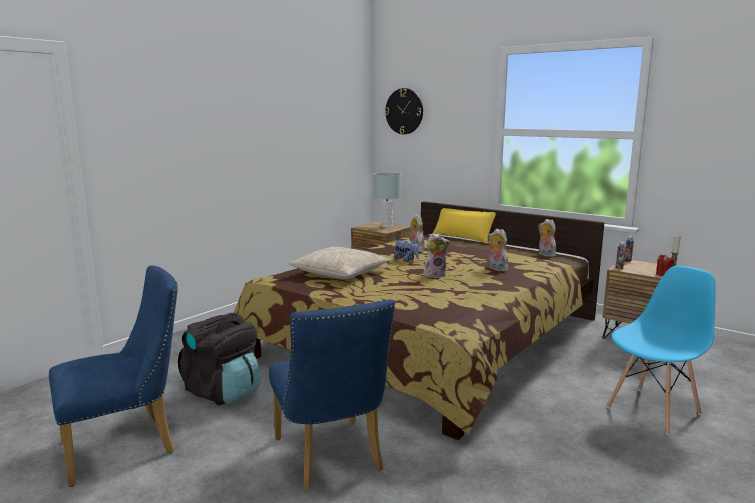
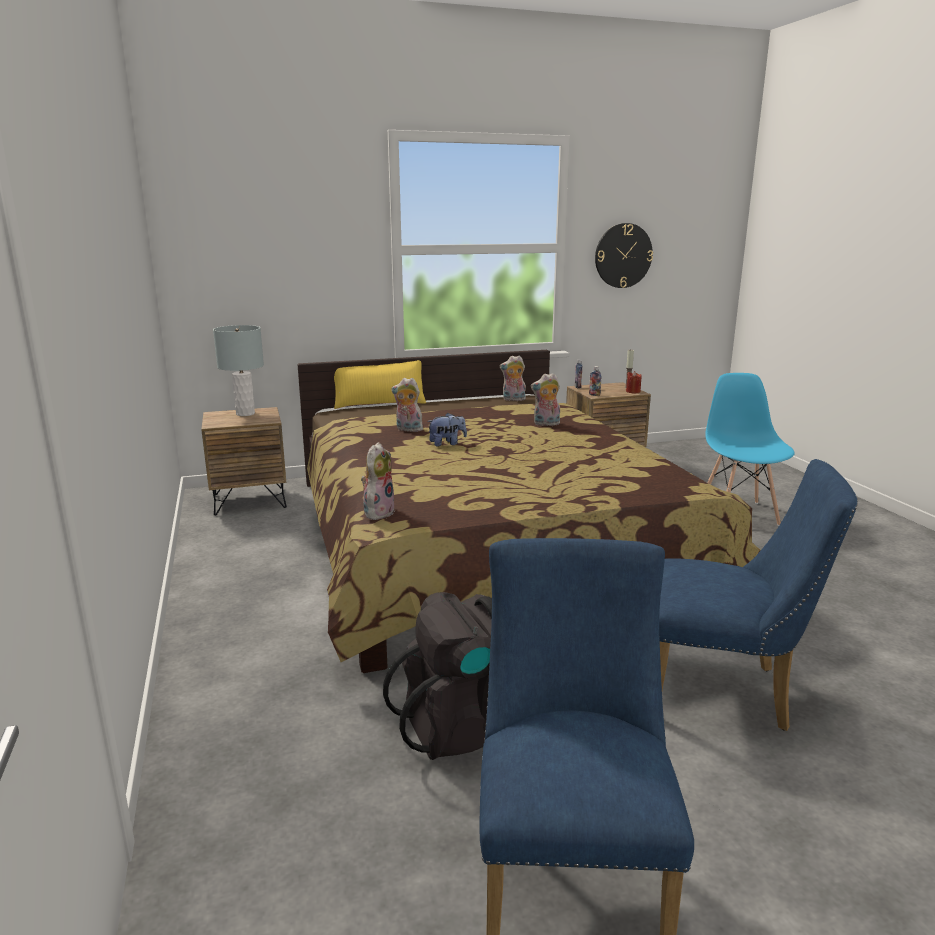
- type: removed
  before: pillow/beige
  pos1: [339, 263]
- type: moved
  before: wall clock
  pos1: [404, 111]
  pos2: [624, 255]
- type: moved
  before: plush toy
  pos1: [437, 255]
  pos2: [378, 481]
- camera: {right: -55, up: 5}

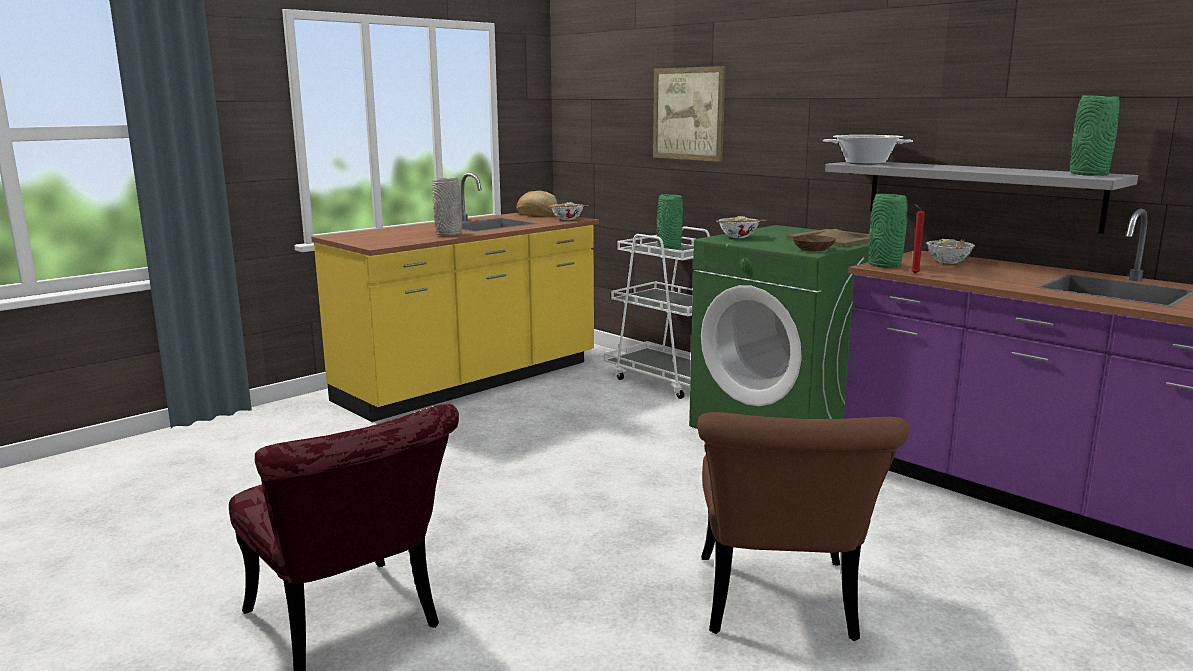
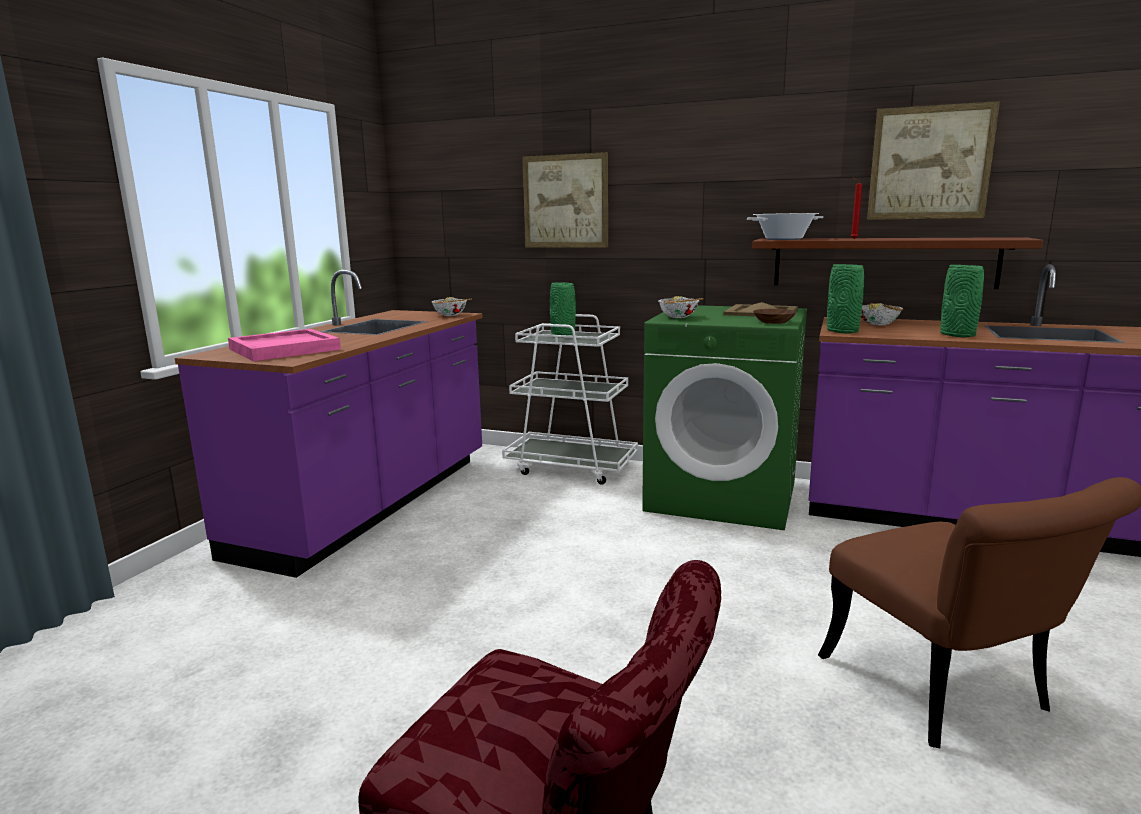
- type: recoloured
  before: counter/yellow
  after: counter/purple
  pos1: [455, 297]
  pos2: [329, 424]
- type: removed
  before: vase/grey
  pos1: [447, 206]
- type: removed
  before: bread
  pos1: [537, 203]
- type: recoloured
  before: shelf/grey
  after: shelf/brown
  pos1: [981, 198]
  pos2: [897, 263]
- type: moved
  before: candle/red
  pos1: [918, 239]
  pos2: [856, 208]
- type: moved
  before: vase/green
  pos1: [1095, 135]
  pos2: [962, 301]
- type: added
  after: tray/pink
  pos2: [284, 345]
- type: added
  after: picture
  pos2: [933, 160]
- camera: {right: -25, up: 0}

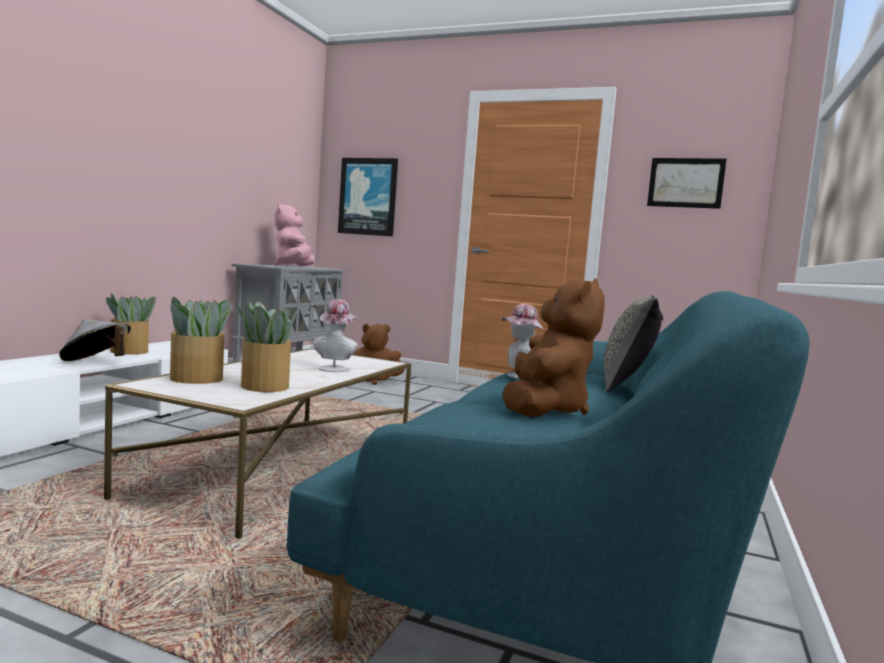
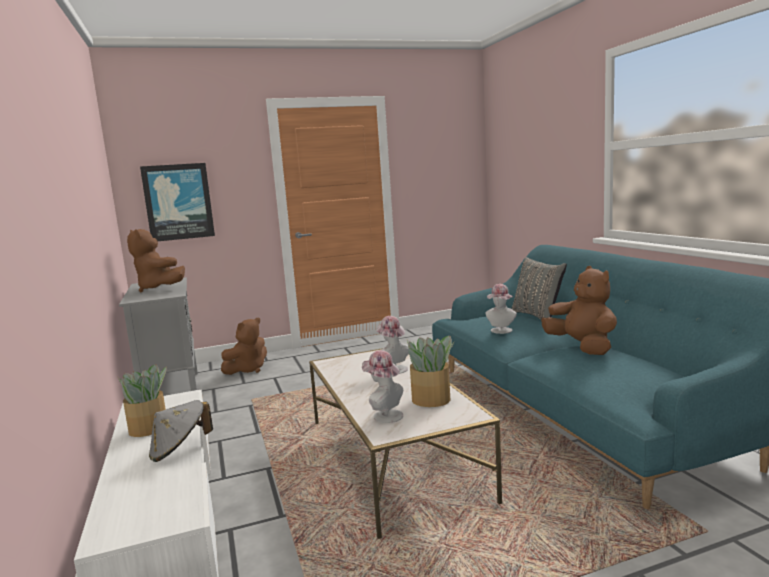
- type: replaced
  before: potted plant
  after: hat
  pos1: [202, 340]
  pos2: [382, 386]
- type: recoloured
  before: plush toy/pink
  after: plush toy/brown
  pos1: [295, 234]
  pos2: [156, 260]
- type: removed
  before: picture
  pos1: [687, 183]
- camera: {right: -40, up: 5}

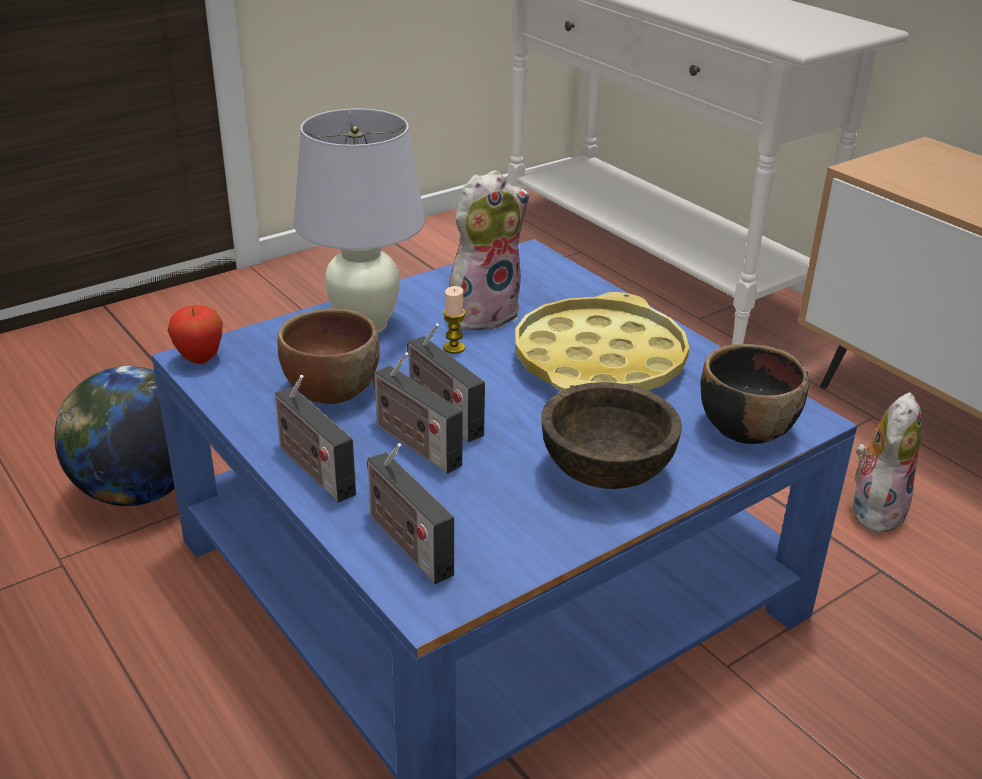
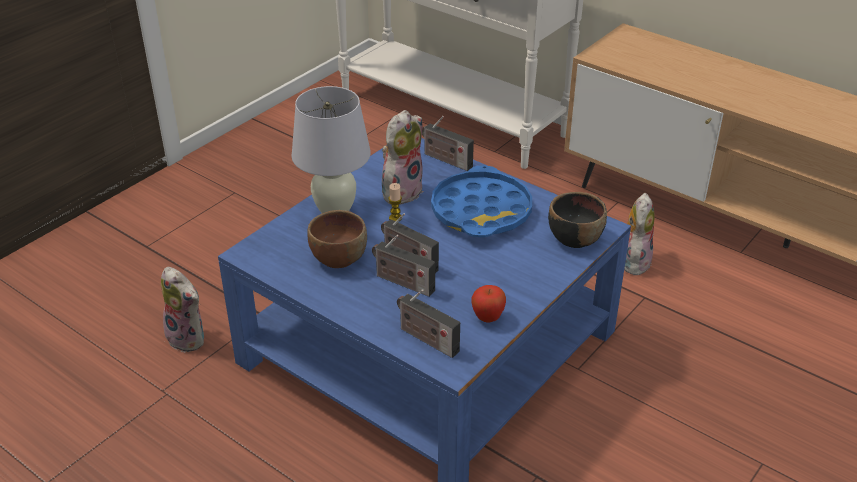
- type: replaced
  before: globe
  after: plush toy
  pos1: [114, 436]
  pos2: [182, 310]
- type: moved
  before: apple
  pos1: [195, 334]
  pos2: [488, 304]
- type: moved
  before: radio
  pos1: [315, 439]
  pos2: [448, 143]
- type: recoloured
  before: tray/yellow
  after: tray/blue
  pos1: [602, 341]
  pos2: [481, 201]
- type: removed
  before: bowl/brown
  pos1: [611, 435]
- camera: {right: -15, up: 5}

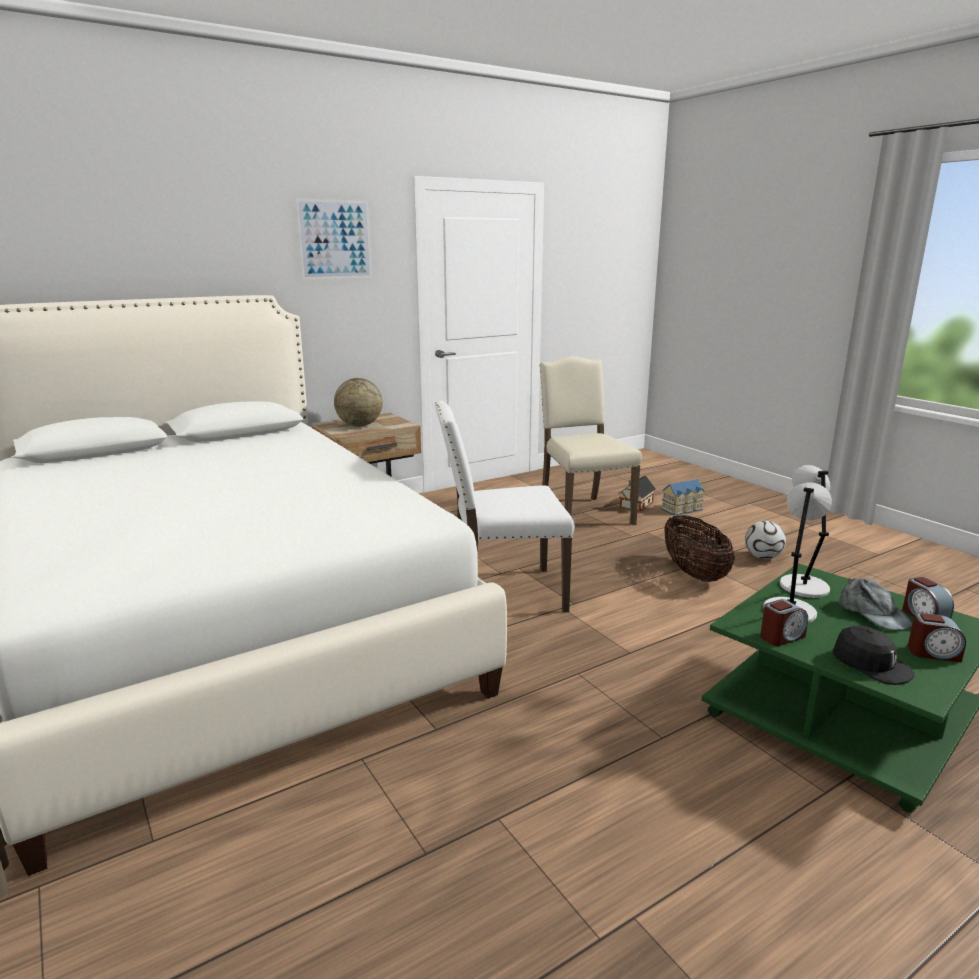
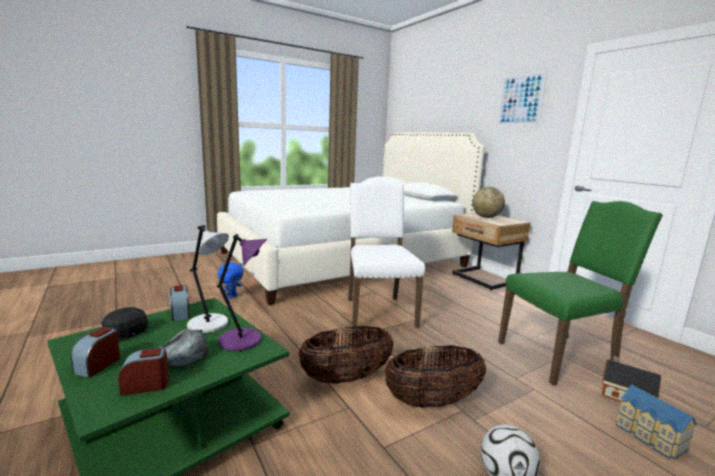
- type: recoloured
  before: chair/beige
  after: chair/green
  pos1: [591, 440]
  pos2: [580, 293]
- type: recoloured
  before: table lamp/grey
  after: table lamp/purple
  pos1: [805, 531]
  pos2: [242, 292]
- type: added
  after: plush toy/blue
  pos2: [231, 280]
- type: added
  after: basket
  pos2: [345, 355]
- camera: {right: 90, up: -5}

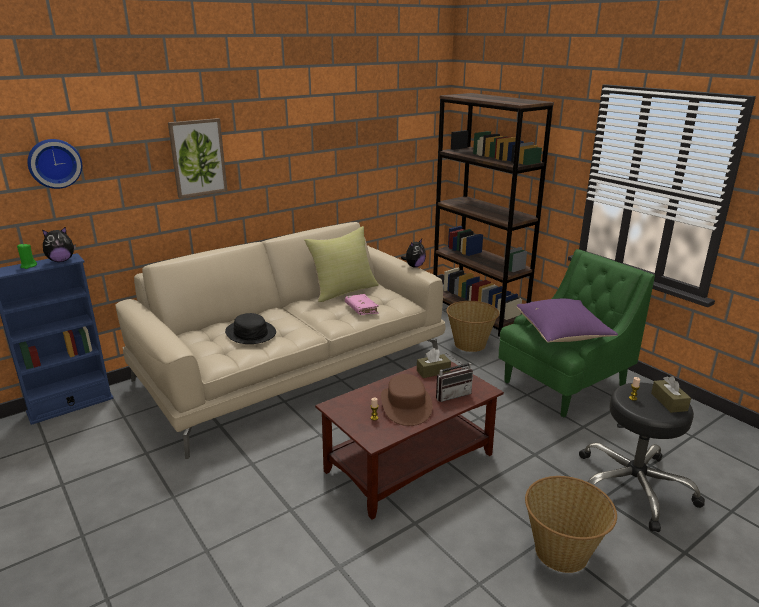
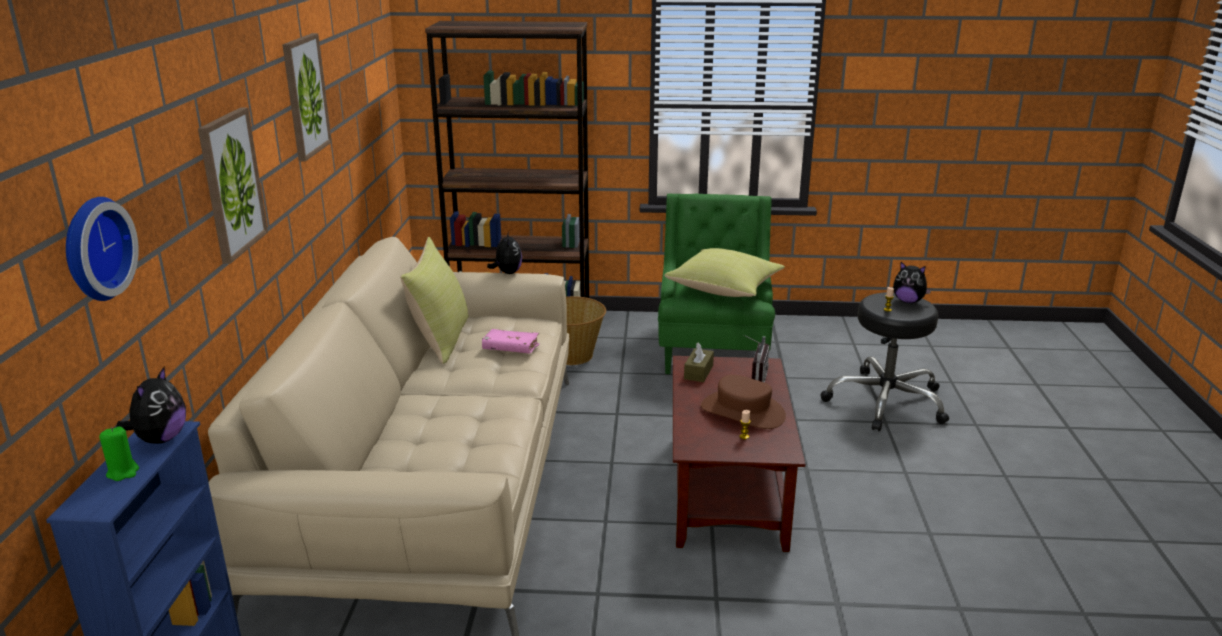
- type: removed
  before: hat/black
  pos1: [250, 328]
- type: recoloured
  before: pillow/purple
  after: pillow/yellow
  pos1: [567, 320]
  pos2: [724, 272]
- type: removed
  before: basket
  pos1: [571, 524]
- type: replaced
  before: tissue box/brown
  after: plush toy
  pos1: [671, 394]
  pos2: [912, 282]
- type: added
  after: picture
  pos2: [307, 97]
- camera: {right: -50, up: 0}

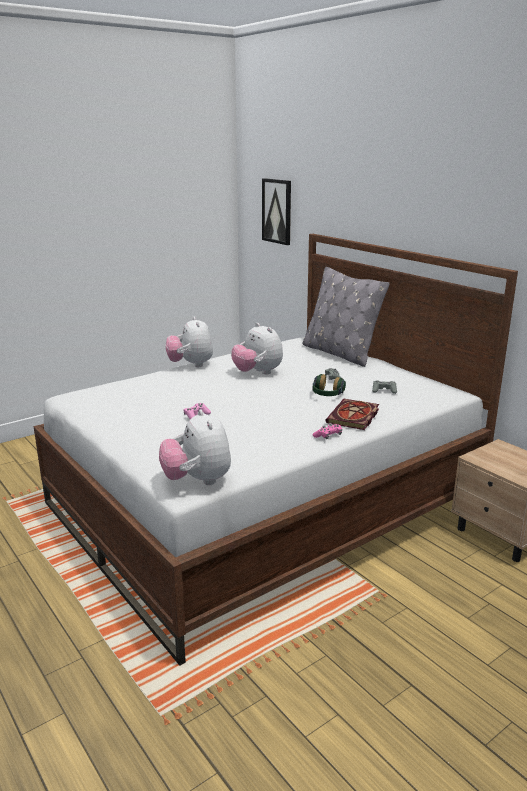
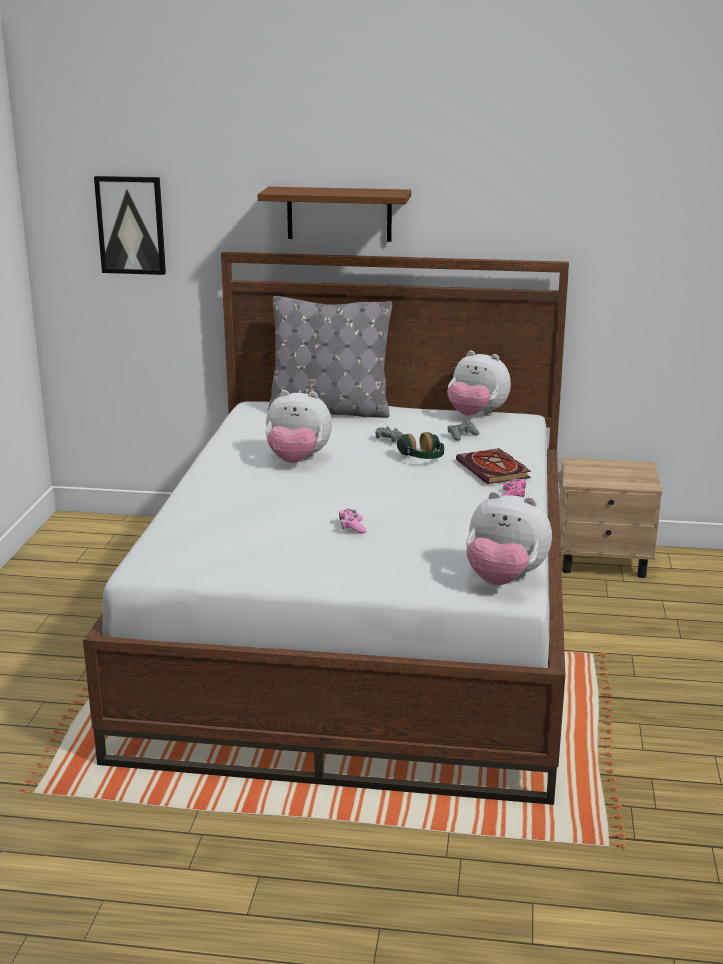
- type: moved
  before: plush toy
  pos1: [189, 341]
  pos2: [479, 383]
- type: added
  after: shelf/brown
  pos2: [334, 214]
- camera: {right: -45, up: 0}

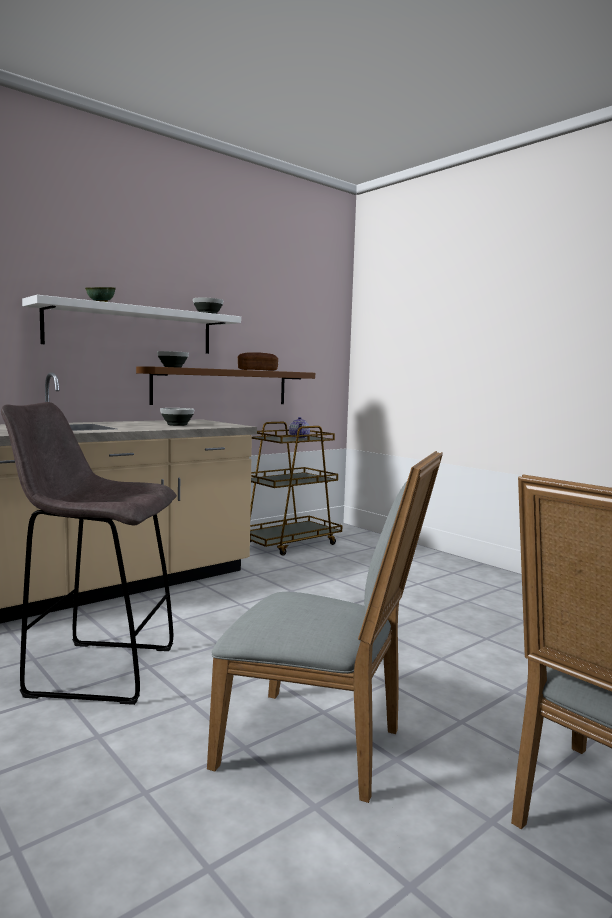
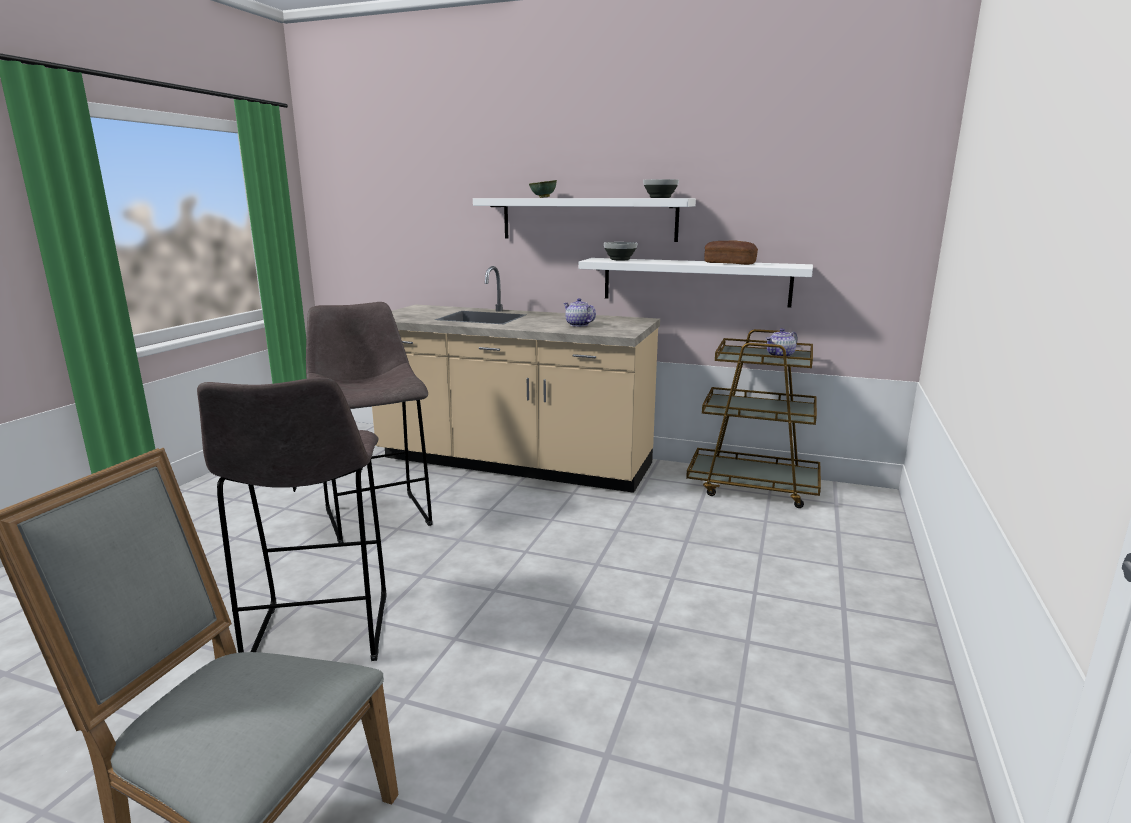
- type: recoloured
  before: shelf/brown
  after: shelf/white
  pos1: [225, 385]
  pos2: [695, 283]
- type: replaced
  before: bowl
  after: teapot
  pos1: [177, 417]
  pos2: [580, 312]
- type: replaced
  before: chair/grey
  after: stool/grey
  pos1: [325, 627]
  pos2: [292, 519]
- camera: {right: 60, up: 10}

